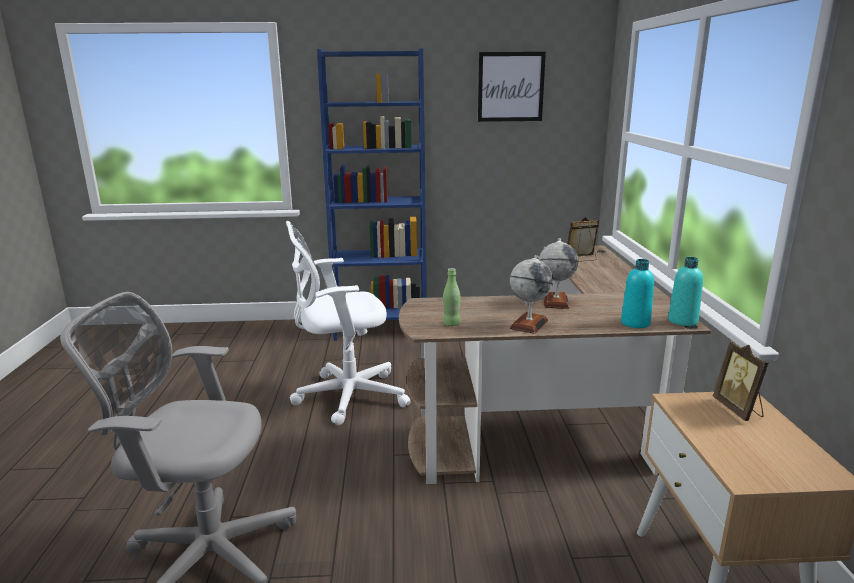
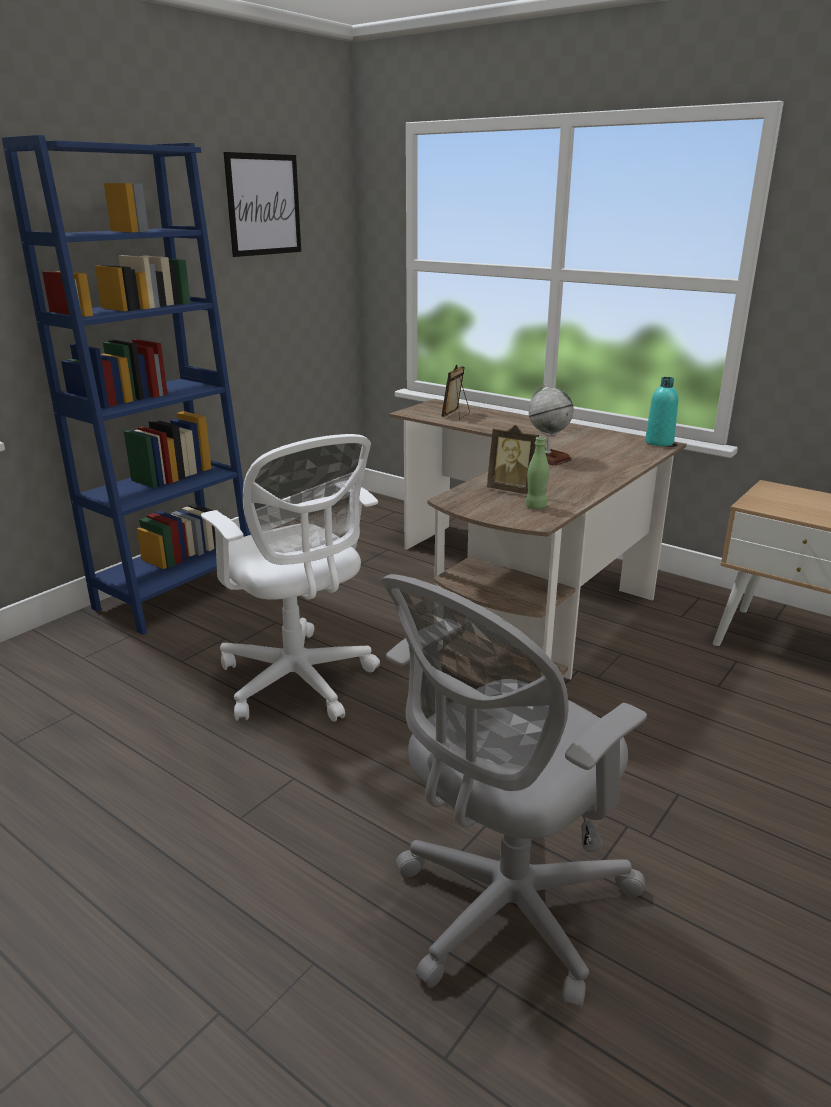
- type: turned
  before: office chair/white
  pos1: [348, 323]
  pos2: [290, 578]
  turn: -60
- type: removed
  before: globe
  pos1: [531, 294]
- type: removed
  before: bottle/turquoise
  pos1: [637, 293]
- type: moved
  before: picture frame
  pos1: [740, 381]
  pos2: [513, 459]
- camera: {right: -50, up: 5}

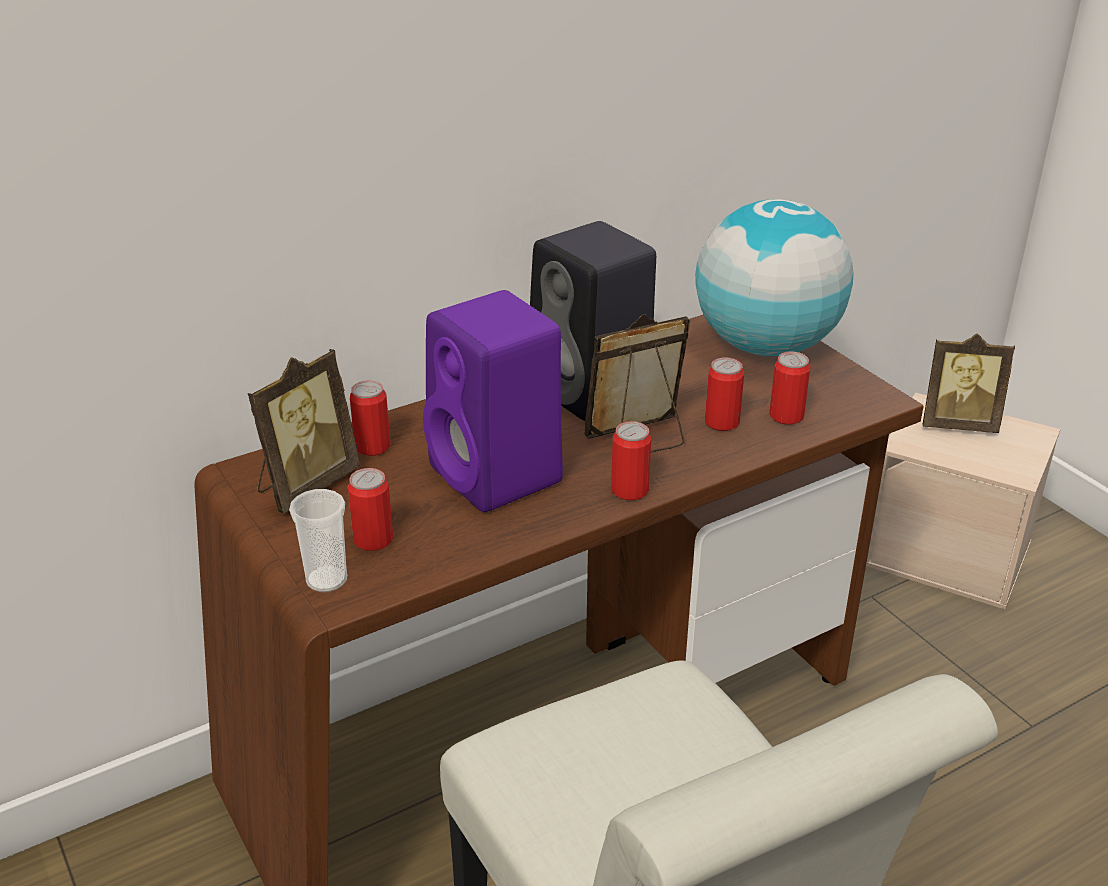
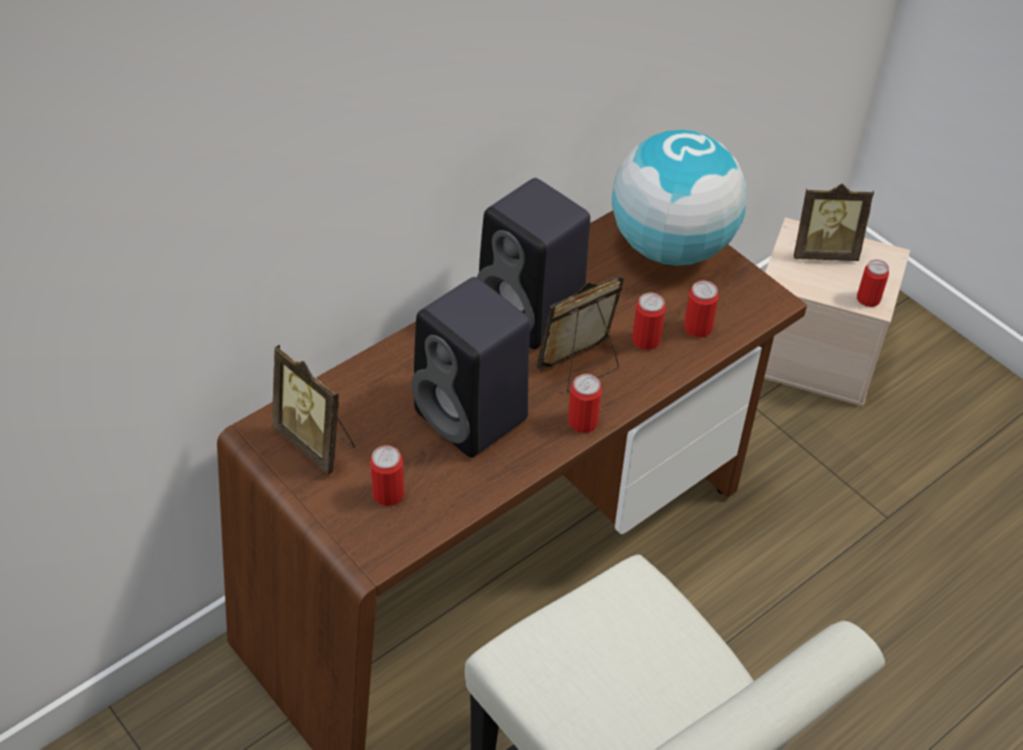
- type: turned
  before: picture frame
  pos1: [304, 431]
  pos2: [313, 410]
  turn: 105
- type: removed
  before: cup
  pos1: [318, 540]
- type: moved
  before: can
  pos1: [370, 418]
  pos2: [873, 283]
- type: recoloured
  before: speaker/purple
  after: speaker/black
  pos1: [493, 401]
  pos2: [470, 367]
- camera: {right: -10, up: 15}

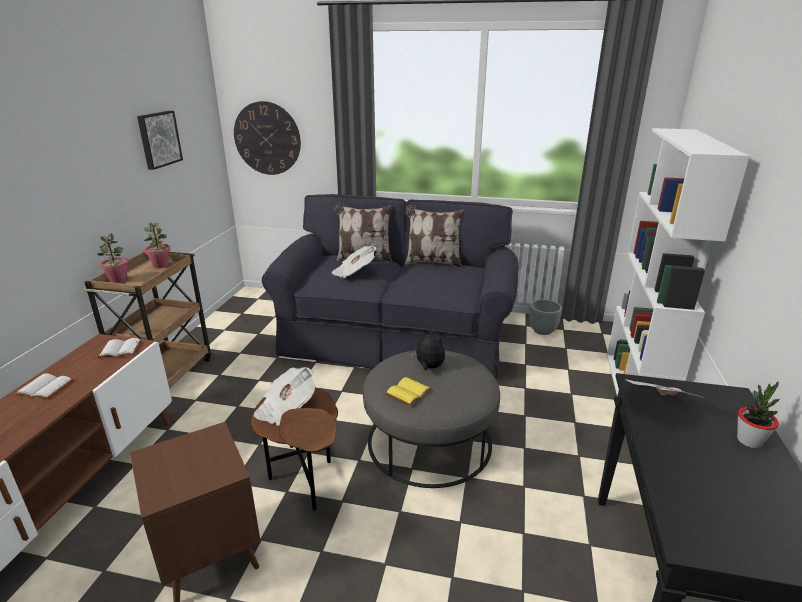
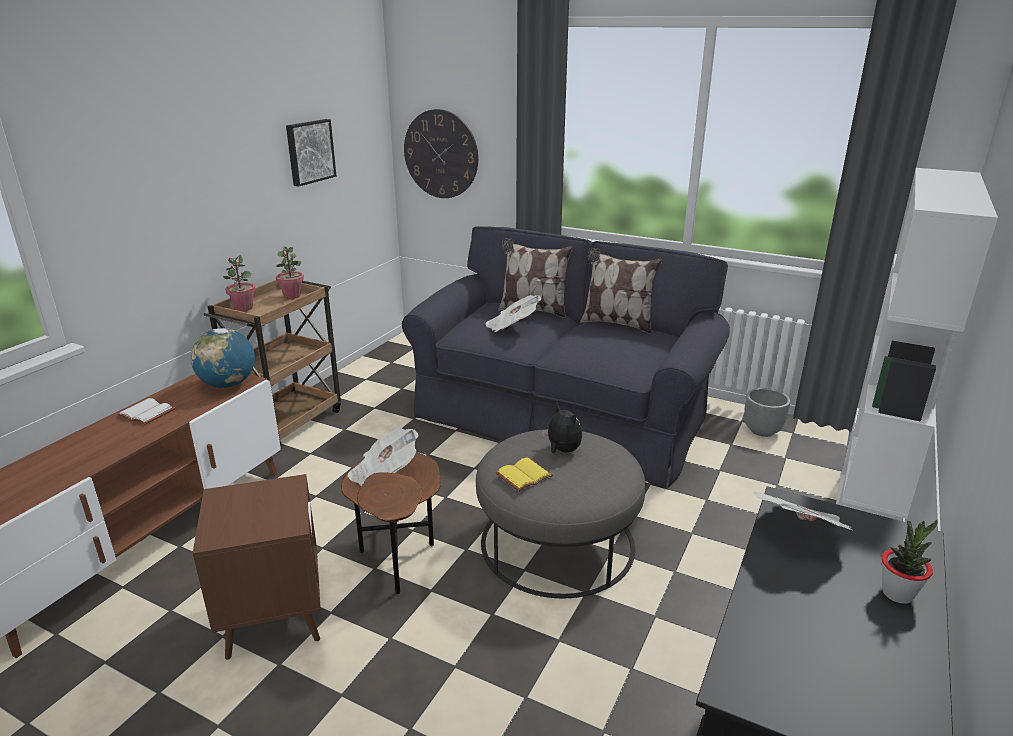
- type: replaced
  before: book/white
  after: globe
  pos1: [119, 348]
  pos2: [223, 358]
- camera: {right: 15, up: 0}

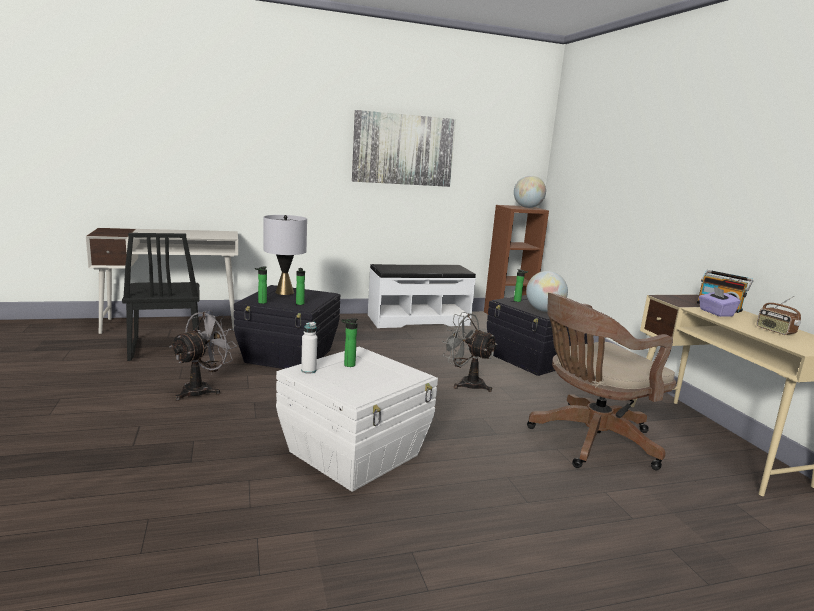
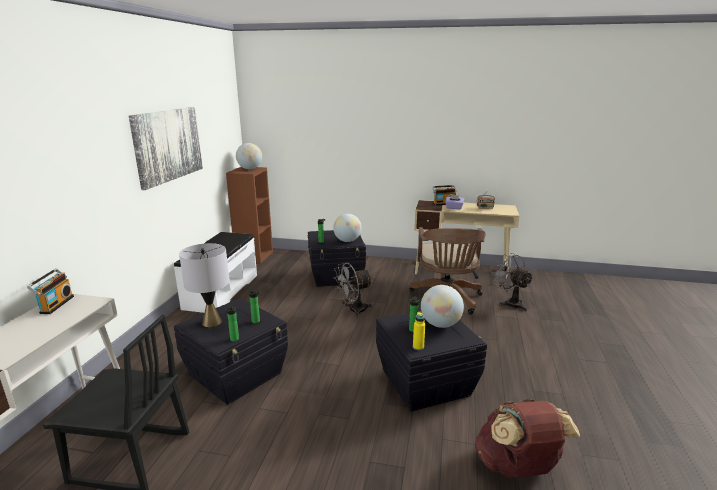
- type: moved
  before: fan/grey
  pos1: [203, 355]
  pos2: [513, 282]
- type: recoloured
  before: storage box/white
  after: storage box/black
  pos1: [357, 419]
  pos2: [431, 361]
- type: recoloured
  before: bottle/white
  after: bottle/yellow
  pos1: [309, 348]
  pos2: [419, 331]
- type: added
  after: radio
  pos2: [50, 291]
- type: added
  after: globe
  pos2: [442, 306]
- type: added
  after: backpack/brown
  pos2: [527, 438]
- camera: {right: -60, up: 5}

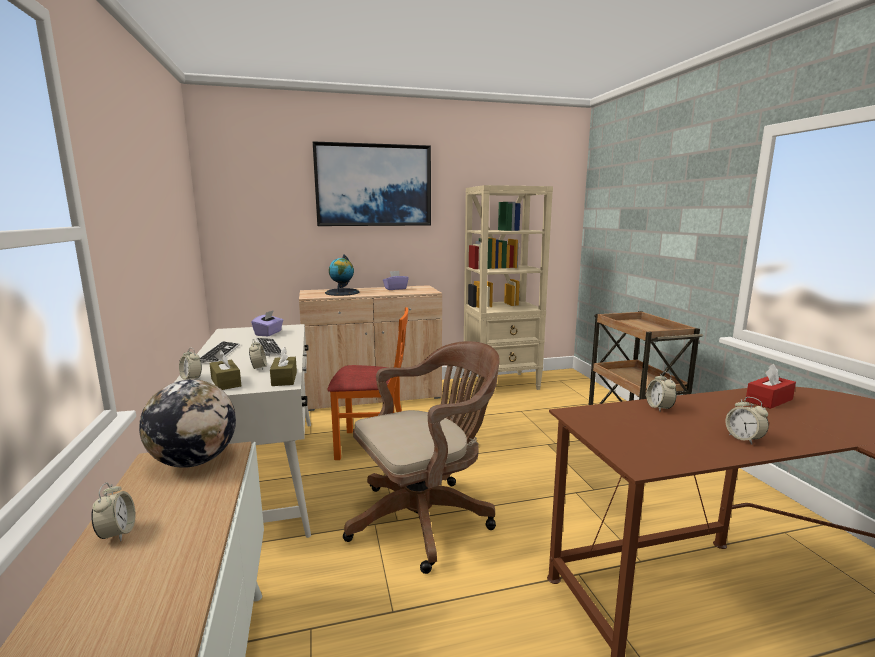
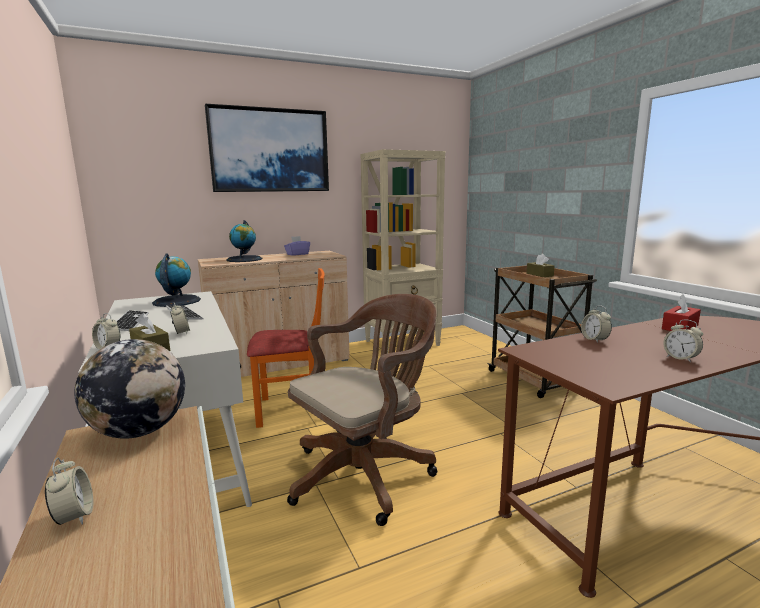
- type: replaced
  before: tissue box/purple
  after: globe
  pos1: [267, 323]
  pos2: [176, 280]
- type: moved
  before: tissue box/brown
  pos1: [283, 366]
  pos2: [541, 265]
- camera: {right: -10, up: 0}

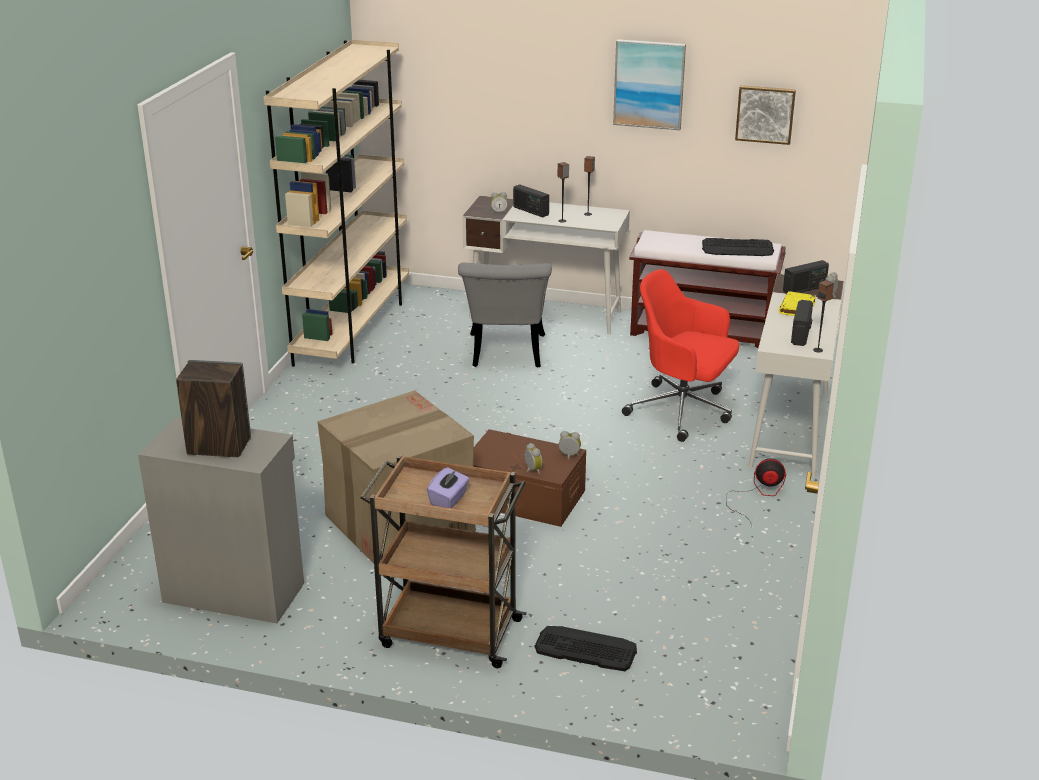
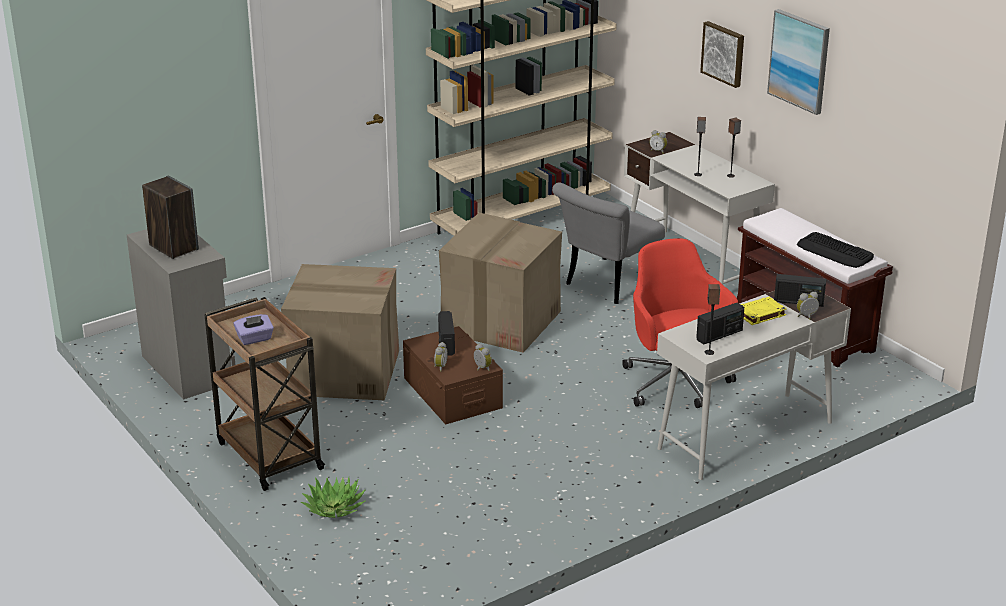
- type: moved
  before: radio
  pos1: [531, 200]
  pos2: [446, 333]
- type: replaced
  before: keyboard
  after: potted plant
  pos1: [586, 648]
  pos2: [333, 497]
- type: removed
  before: fan
  pos1: [756, 490]
- type: moved
  before: picture
  pos1: [765, 115]
  pos2: [722, 54]
- type: added
  after: cardboard box
  pos2: [500, 283]
- camera: {right: 40, up: 0}

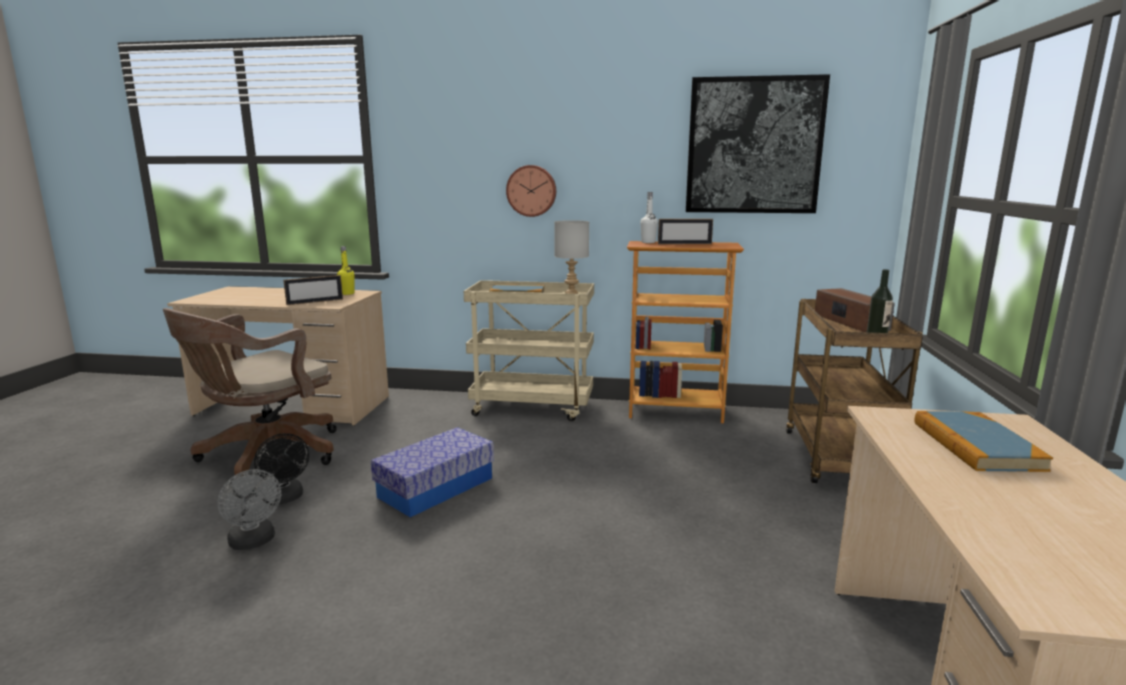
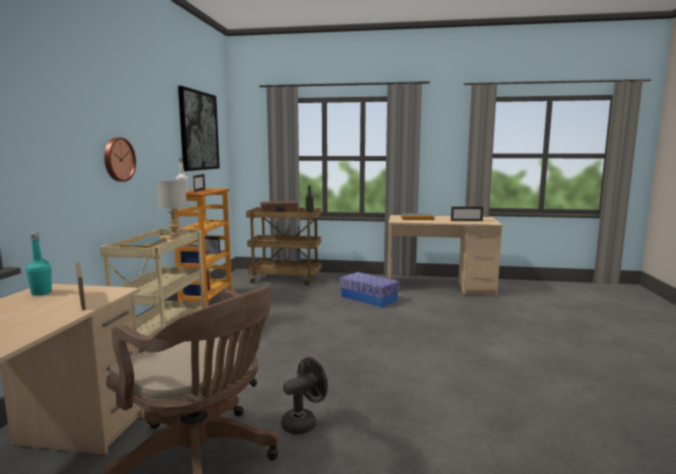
- type: removed
  before: fan/grey
  pos1: [249, 509]
- type: recoloured
  before: bottle/yellow
  after: bottle/turquoise
  pos1: [345, 270]
  pos2: [39, 264]
- type: moved
  before: storage box
  pos1: [432, 472]
  pos2: [369, 290]
- type: added
  after: picture frame
  pos2: [467, 213]
- camera: {right: -90, up: -5}

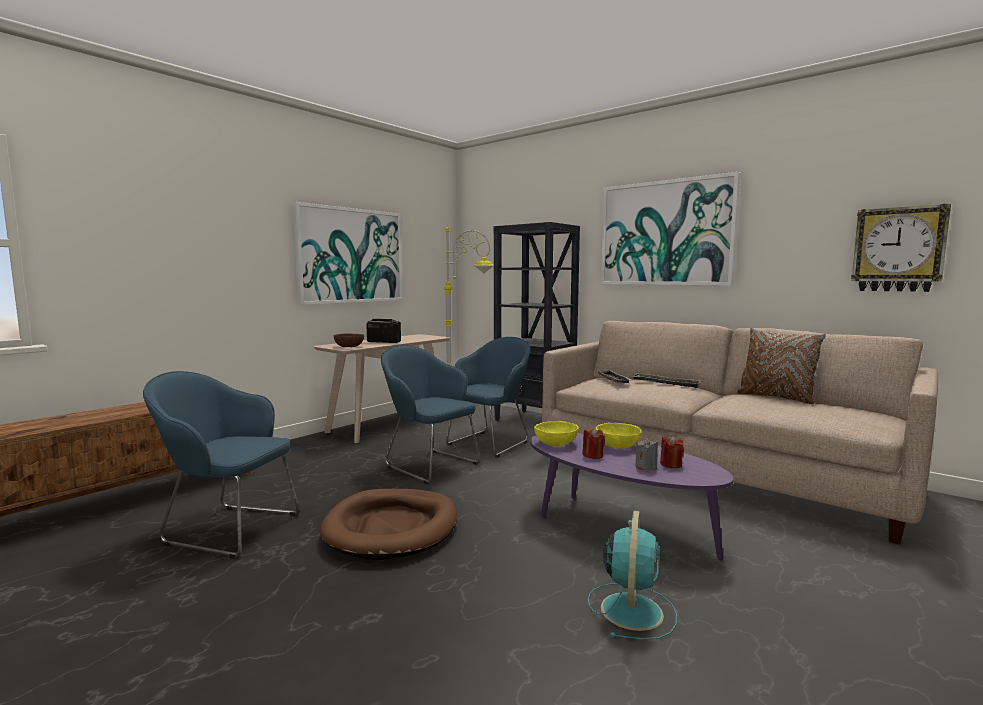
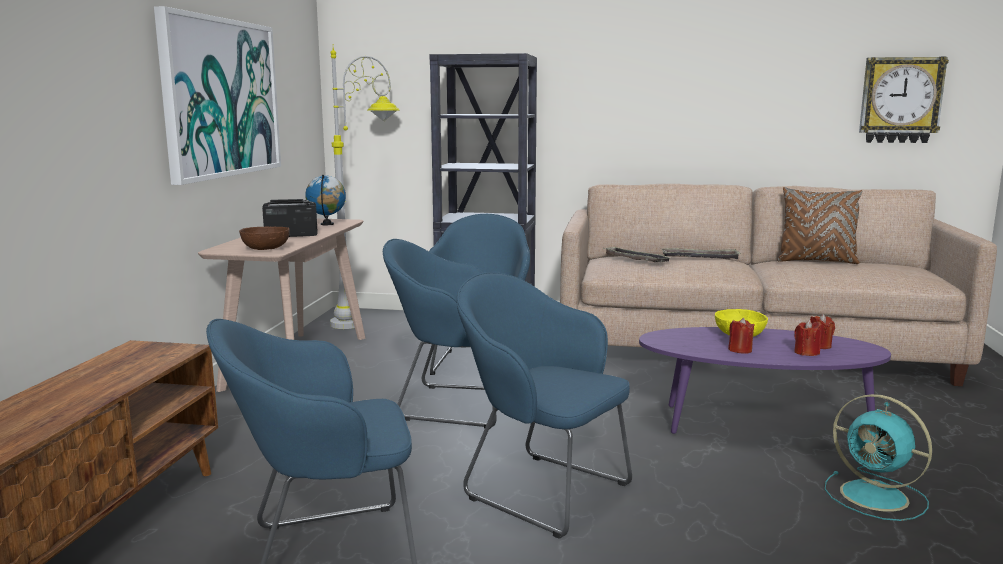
- type: replaced
  before: dog bed/brown
  after: armchair/blue
  pos1: [388, 524]
  pos2: [544, 405]
- type: removed
  before: bowl/yellow
  pos1: [556, 433]
- type: turned
  before: fan/turquoise
  pos1: [632, 575]
  pos2: [878, 457]
  turn: 150
- type: removed
  before: picture
  pos1: [671, 229]
- type: recoloured
  before: candle/grey
  after: candle/red
  pos1: [646, 454]
  pos2: [808, 338]
- type: added
  after: globe
  pos2: [325, 200]
- camera: {right: -30, up: 5}

